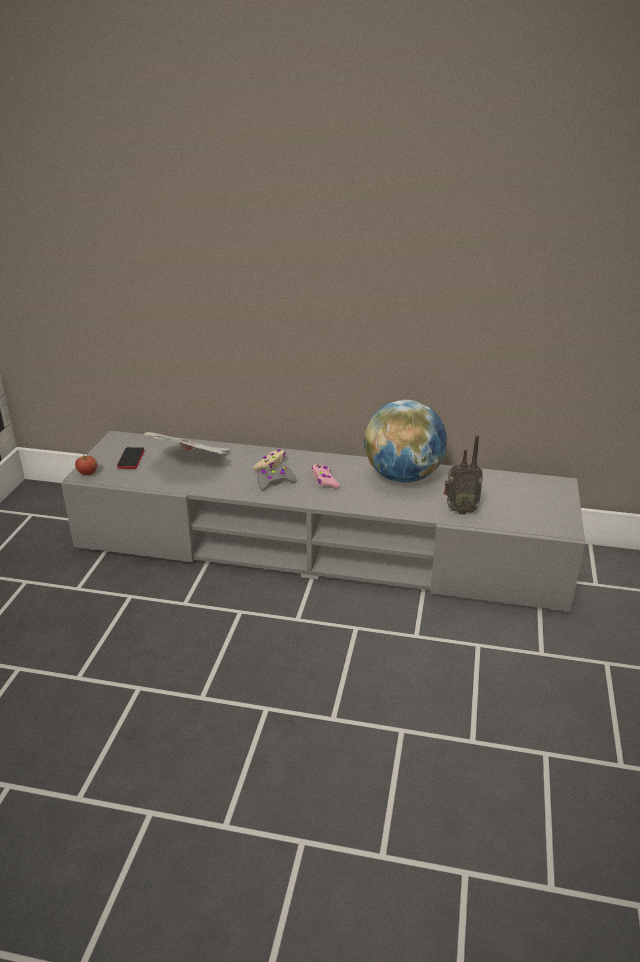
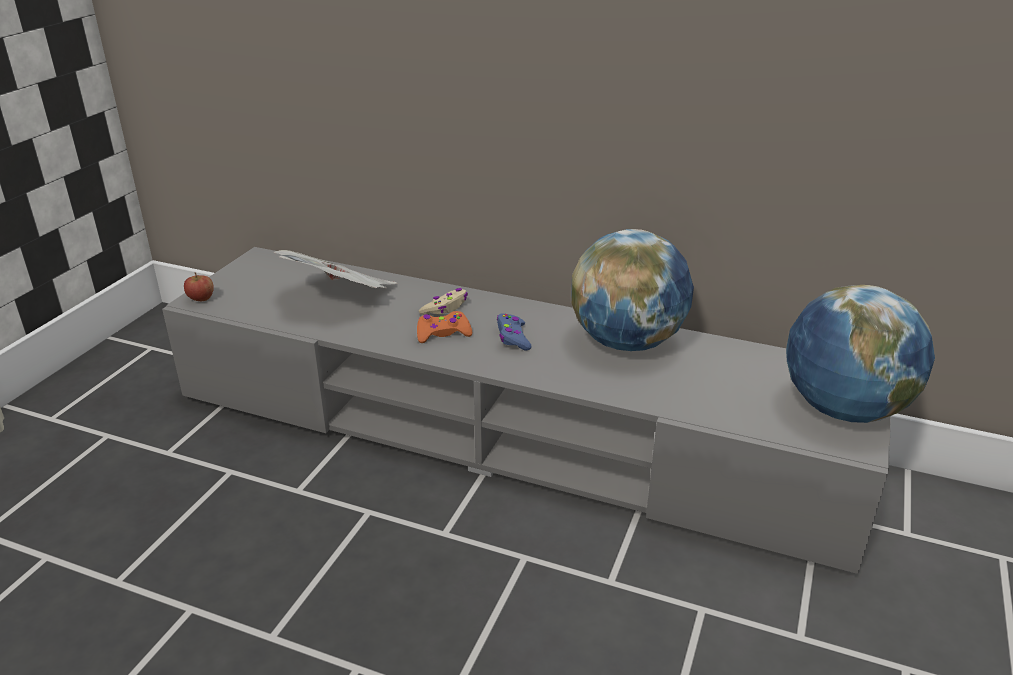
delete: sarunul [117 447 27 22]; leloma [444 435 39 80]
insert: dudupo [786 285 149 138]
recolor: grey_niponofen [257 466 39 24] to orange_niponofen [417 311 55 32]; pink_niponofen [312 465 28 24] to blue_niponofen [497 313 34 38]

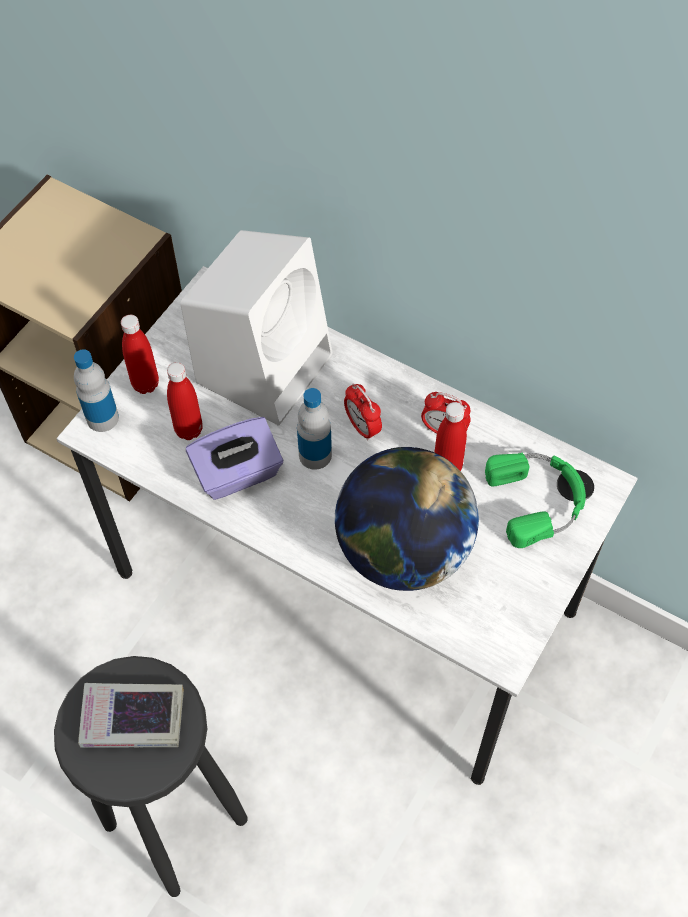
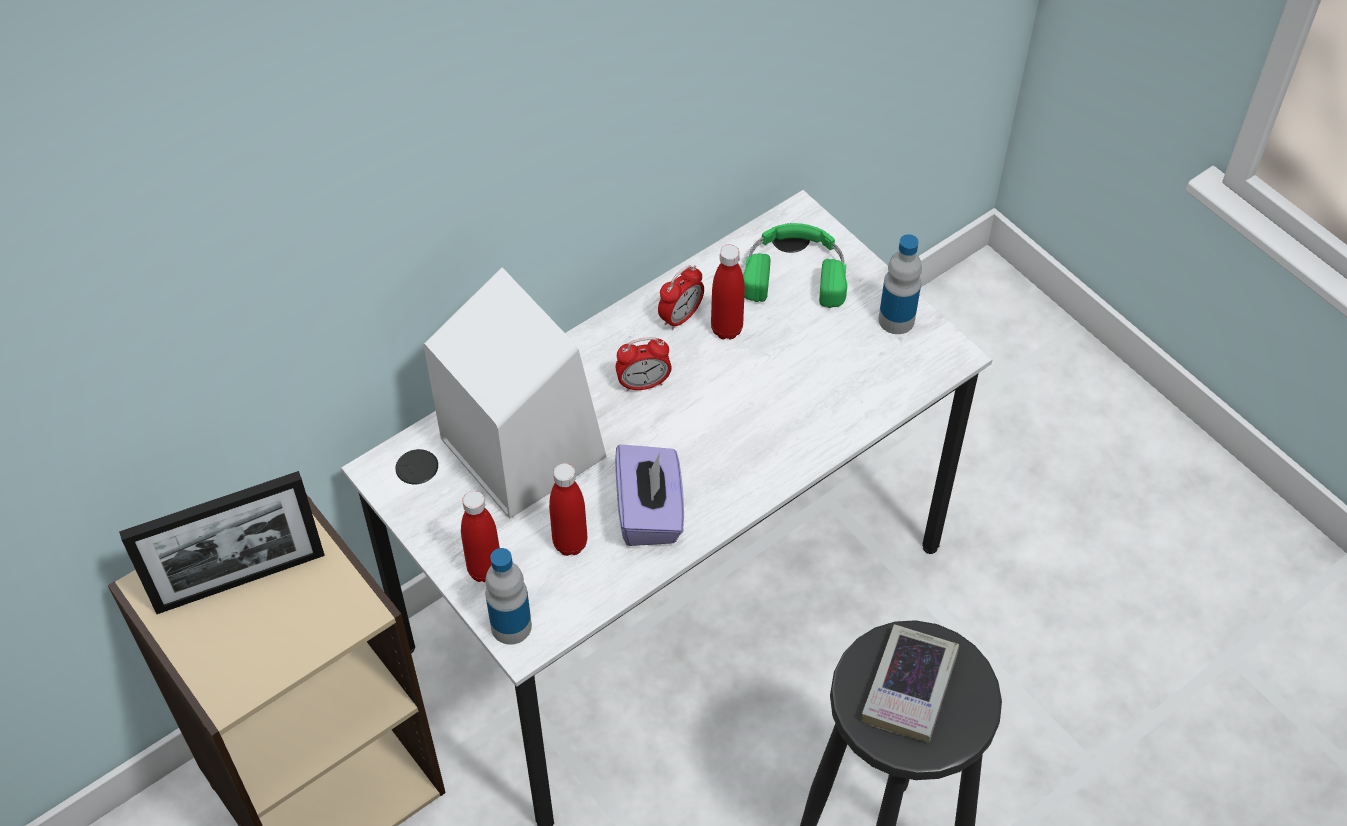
delete: dudupo [335 447 144 144]
insert: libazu [119 471 206 143]
move: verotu [297 388 35 82] to [879 234 43 100]

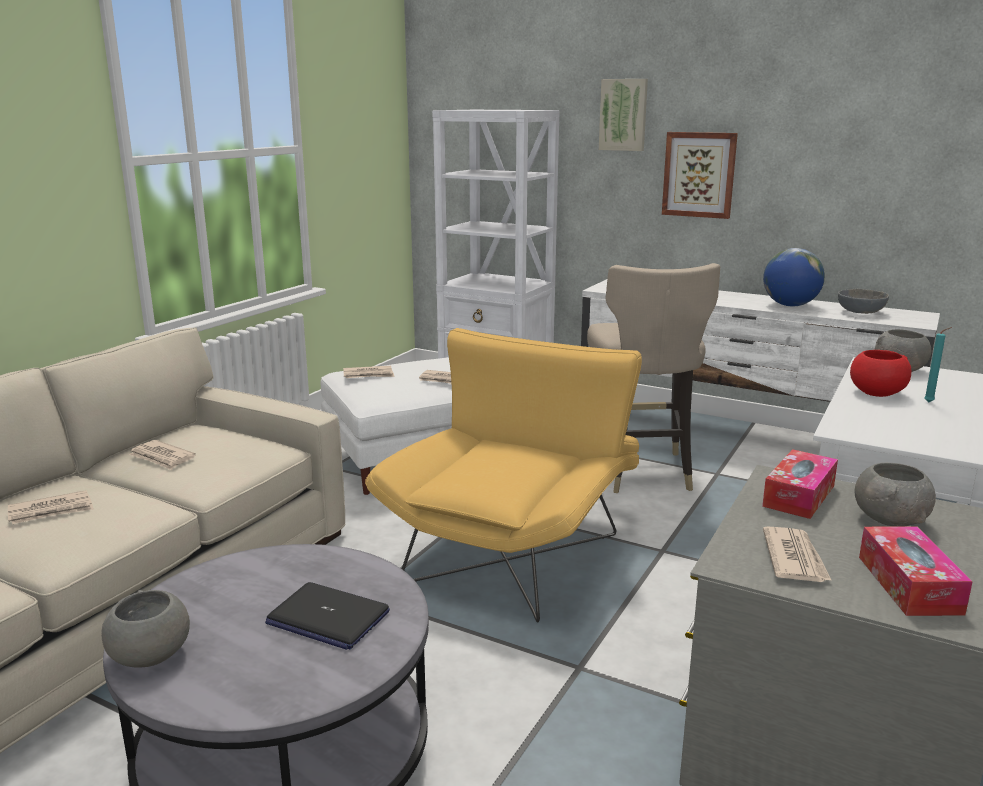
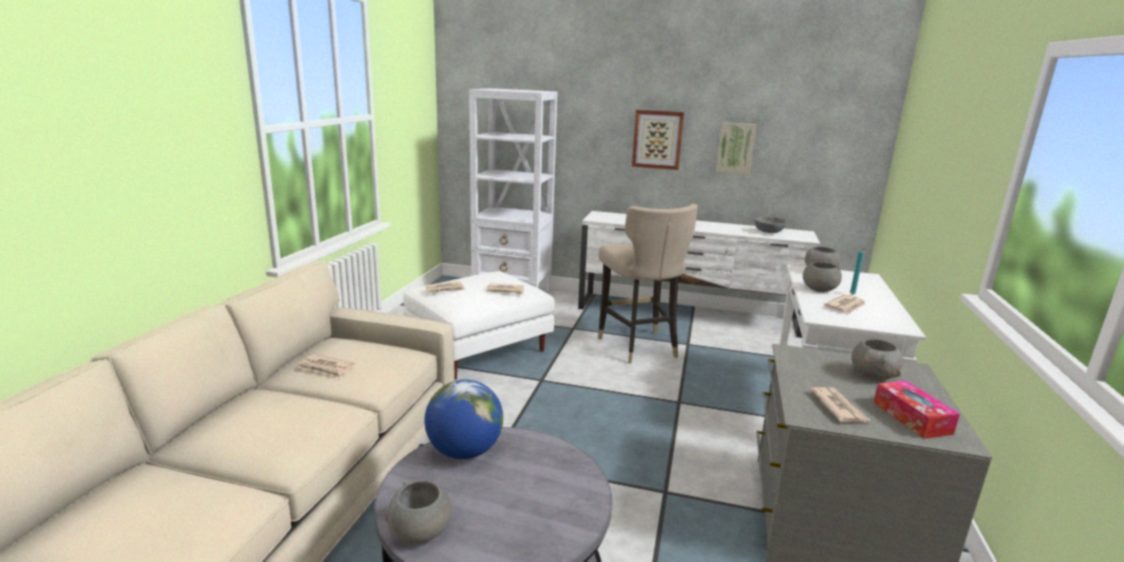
delete: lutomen [265 582 125 68]; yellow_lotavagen [365 328 277 294]; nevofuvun [762 449 76 70]
move: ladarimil [8 490 86 34] to [824 294 41 19]; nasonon [599 79 49 72] to [716 122 40 53]; dudupo [763 248 62 58] to [424 380 79 79]
recolor: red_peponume [850 350 62 47] to grey_peponume [803 262 39 30]

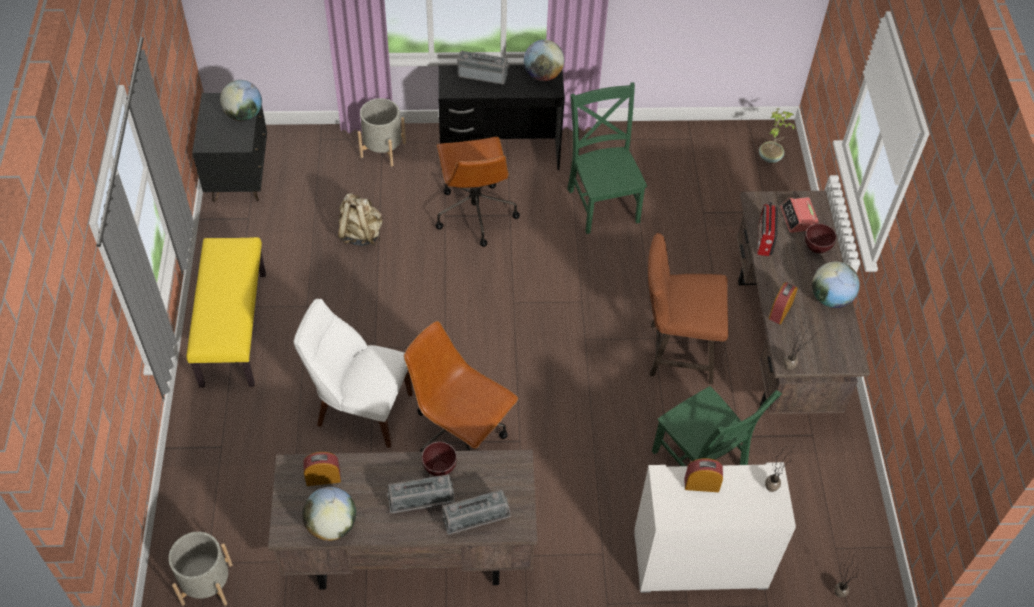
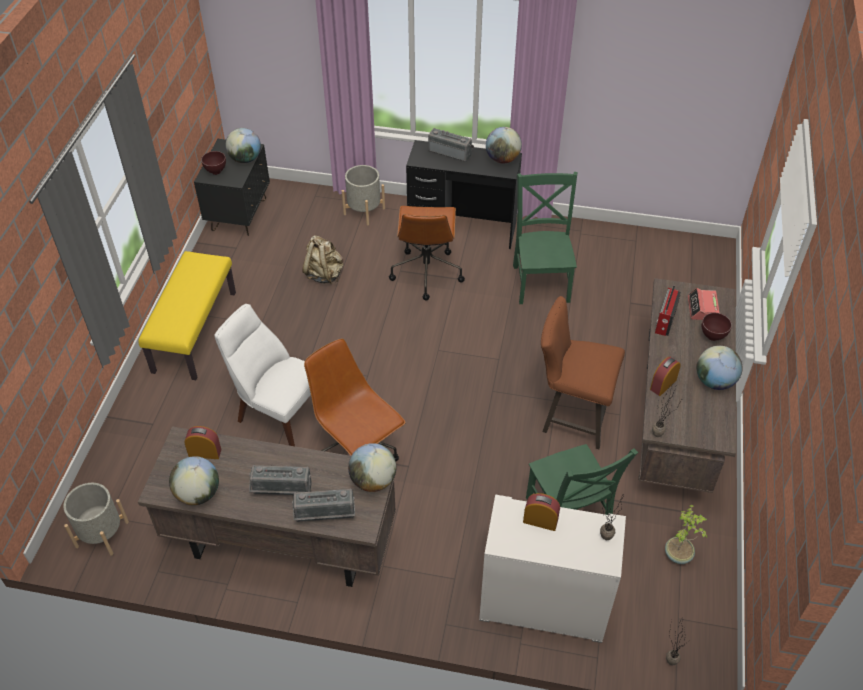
insert: dudupo [348 443 48 49]
move: brown_peponume [422 442 35 34] to [201 151 25 24]; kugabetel [759 108 37 55] to [665 505 42 59]

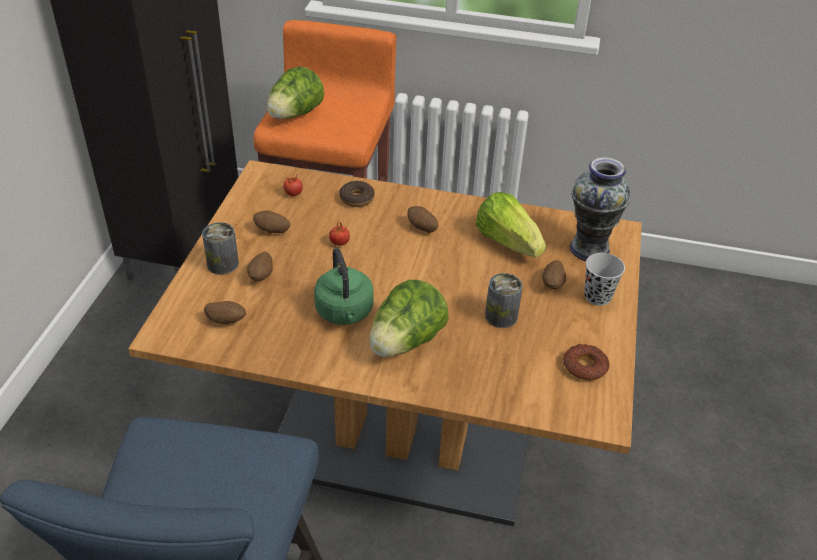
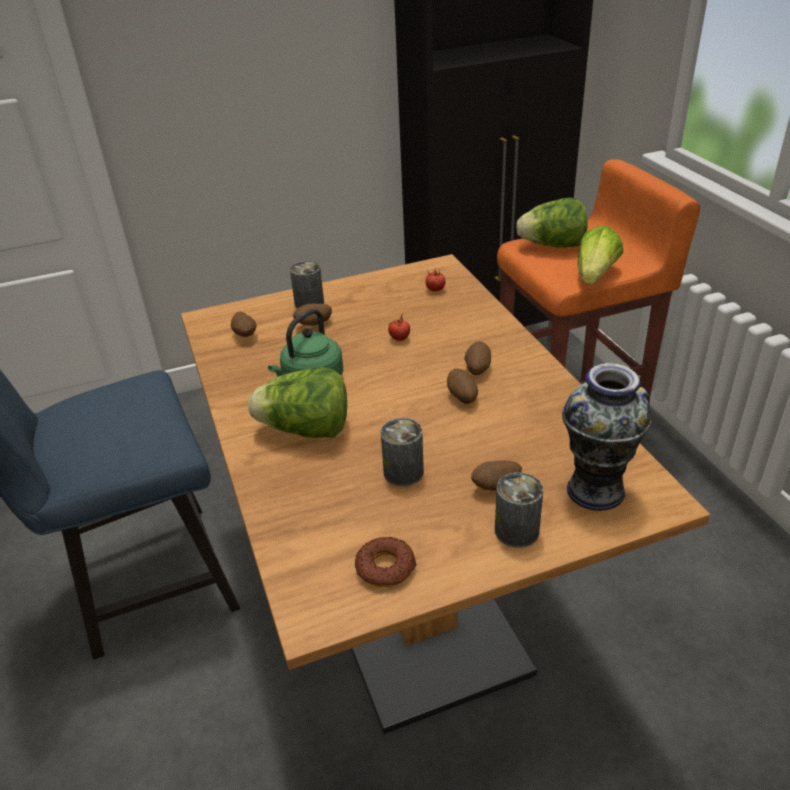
delete: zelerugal [339 181 36 26]
move: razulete [253 211 37 22] to [447 369 31 35]; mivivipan [475 192 71 65] to [578 226 45 58]
replace: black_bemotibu [584 253 41 53] to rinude [495 473 48 75]

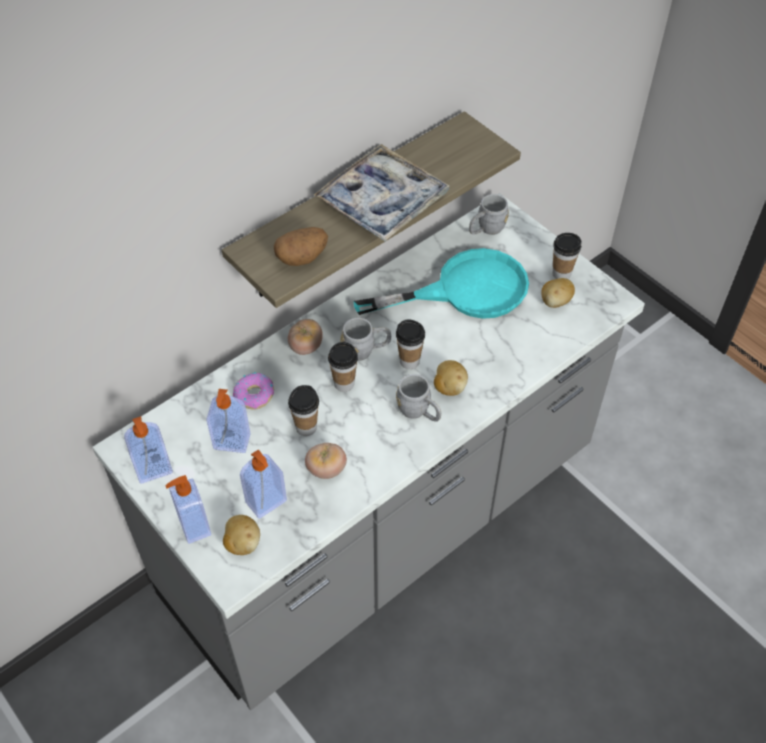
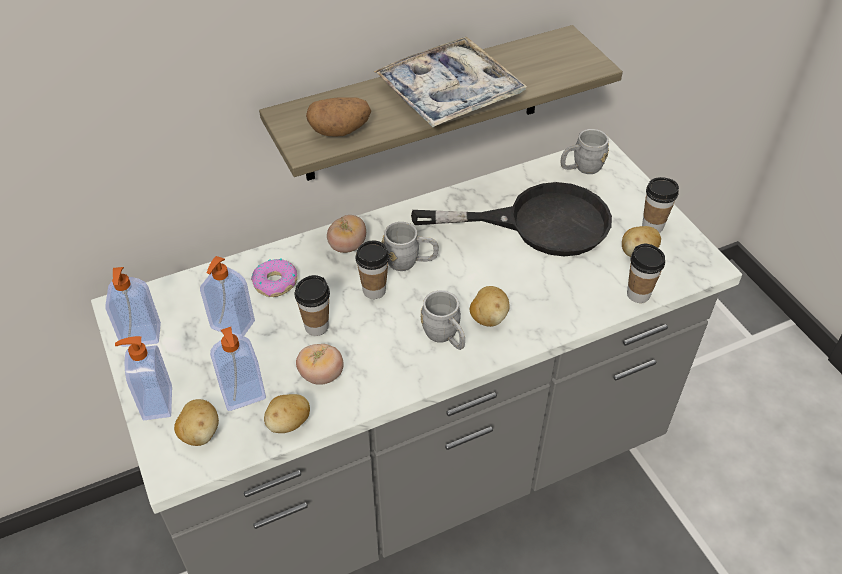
insert: razulete [264 394 46 39]
move: bemotibu [396 320 29 49] to [627 244 38 59]
recolor: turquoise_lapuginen [354 248 175 71] to black_lapuginen [411 182 201 74]

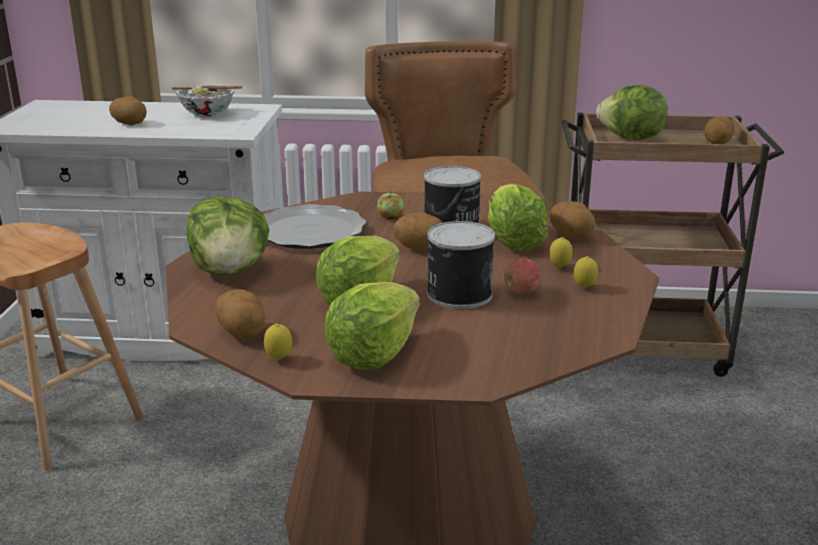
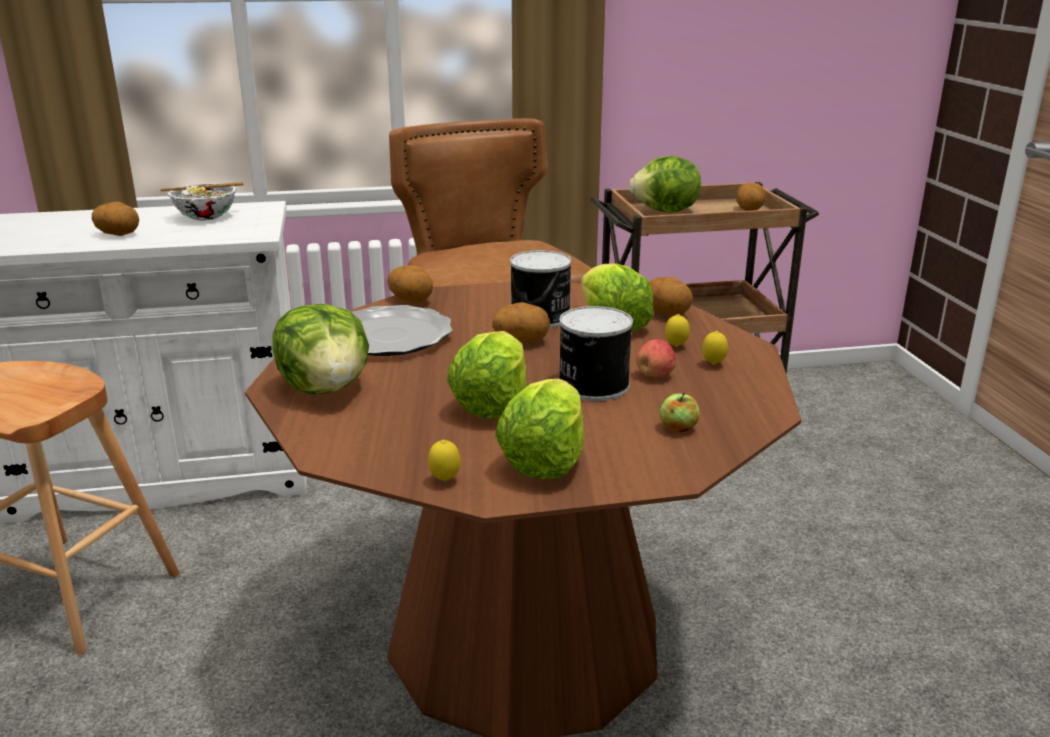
move: razulete [215 289 50 50] to [387 265 46 38]; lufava [377 191 27 29] to [660 392 39 40]

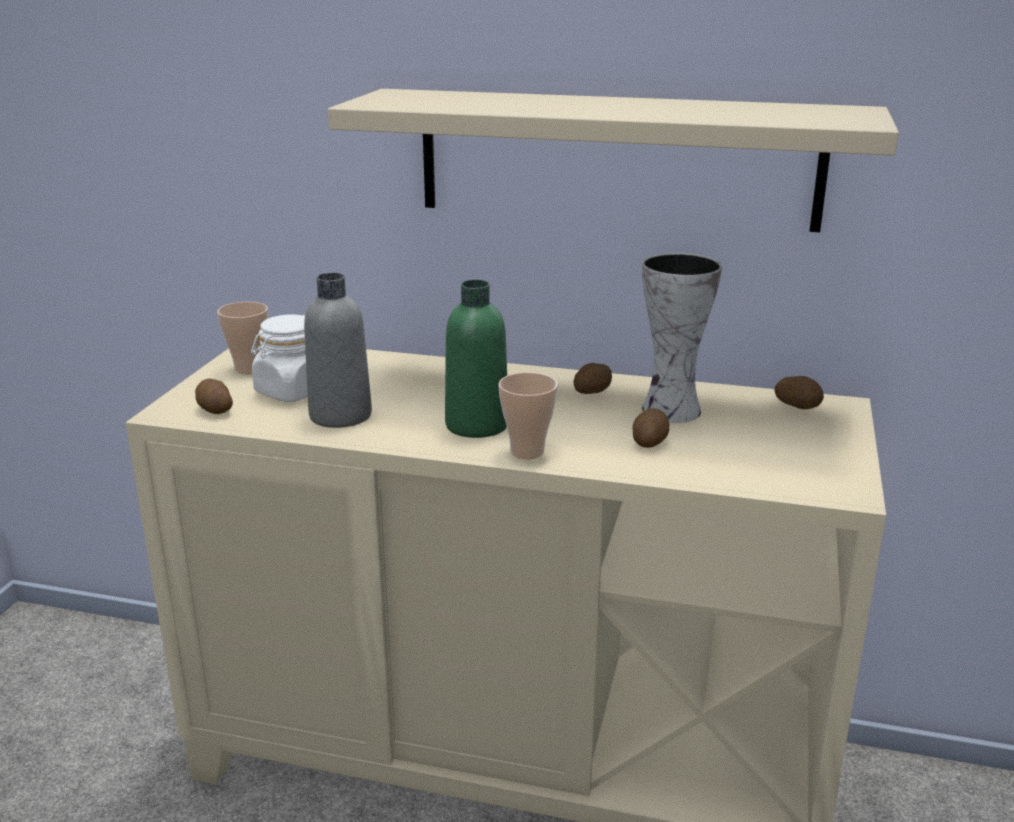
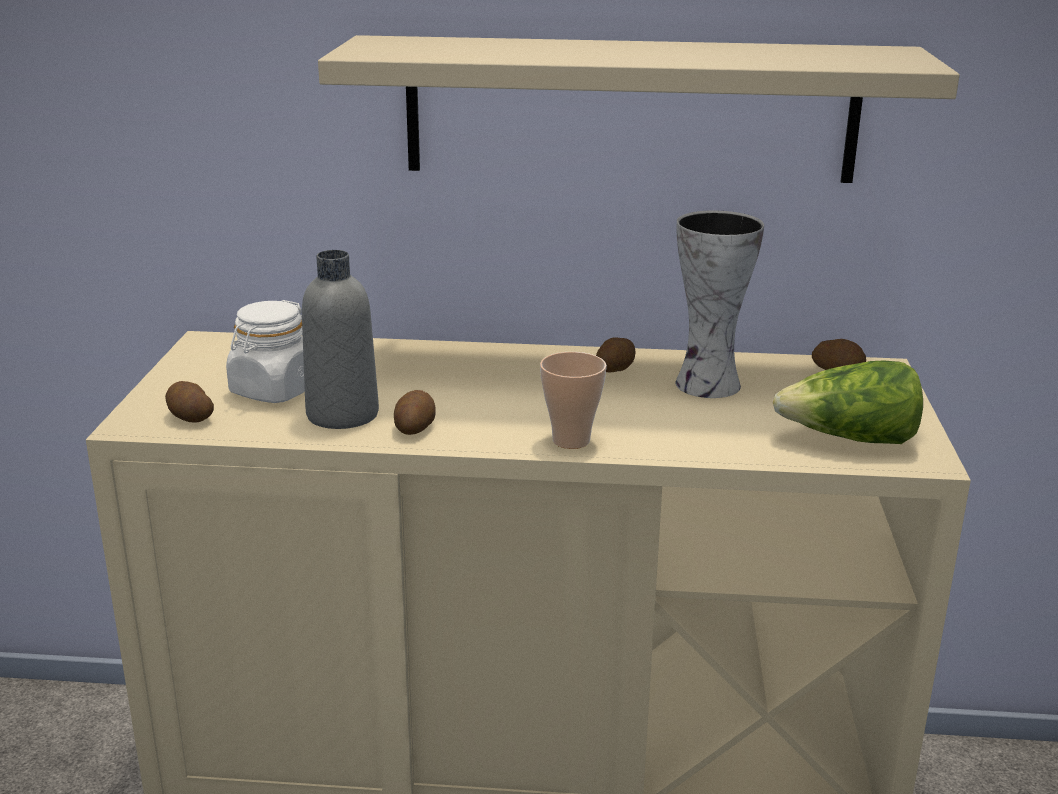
delete: bemotibu [217 302 51 72]; green_verotu [445 280 62 158]
insert: mivivipan [773 360 150 84]
move: razulete [632 408 37 40] to [394 390 42 45]

